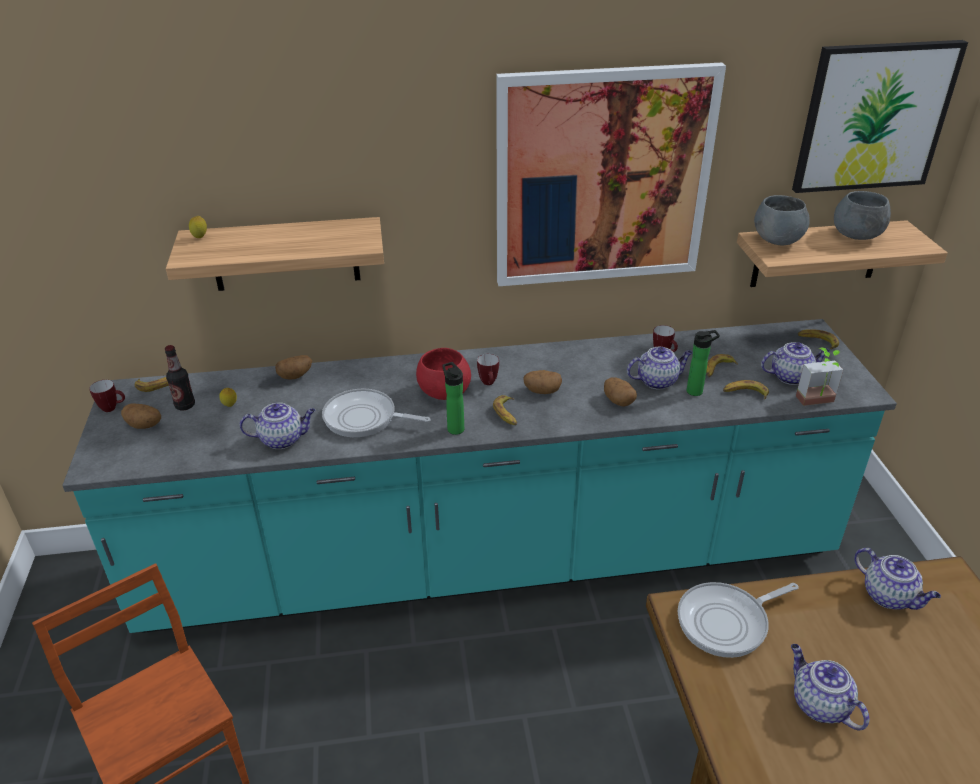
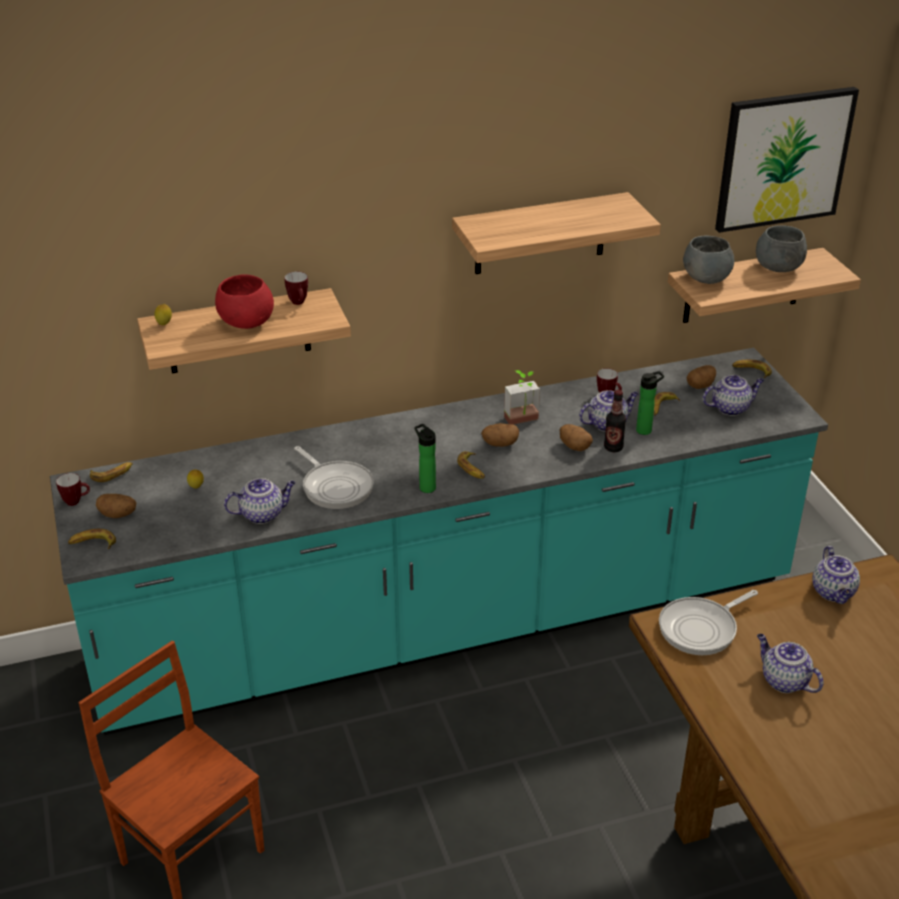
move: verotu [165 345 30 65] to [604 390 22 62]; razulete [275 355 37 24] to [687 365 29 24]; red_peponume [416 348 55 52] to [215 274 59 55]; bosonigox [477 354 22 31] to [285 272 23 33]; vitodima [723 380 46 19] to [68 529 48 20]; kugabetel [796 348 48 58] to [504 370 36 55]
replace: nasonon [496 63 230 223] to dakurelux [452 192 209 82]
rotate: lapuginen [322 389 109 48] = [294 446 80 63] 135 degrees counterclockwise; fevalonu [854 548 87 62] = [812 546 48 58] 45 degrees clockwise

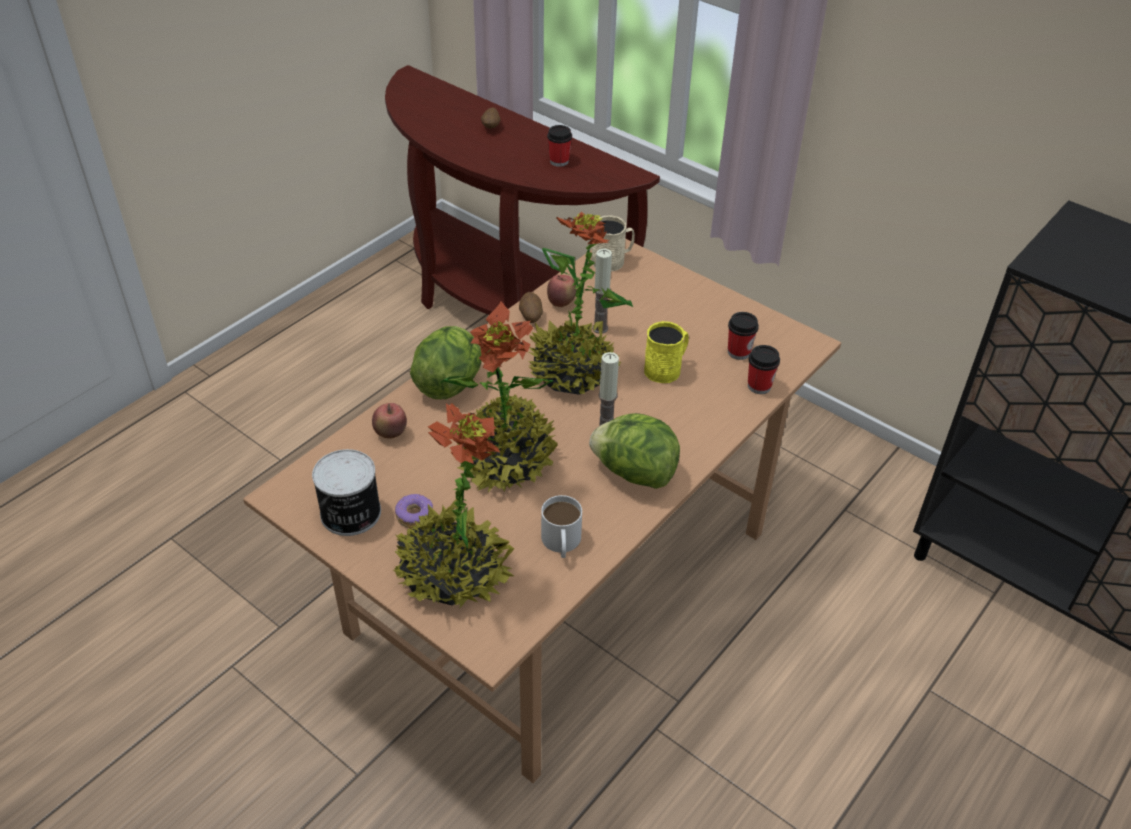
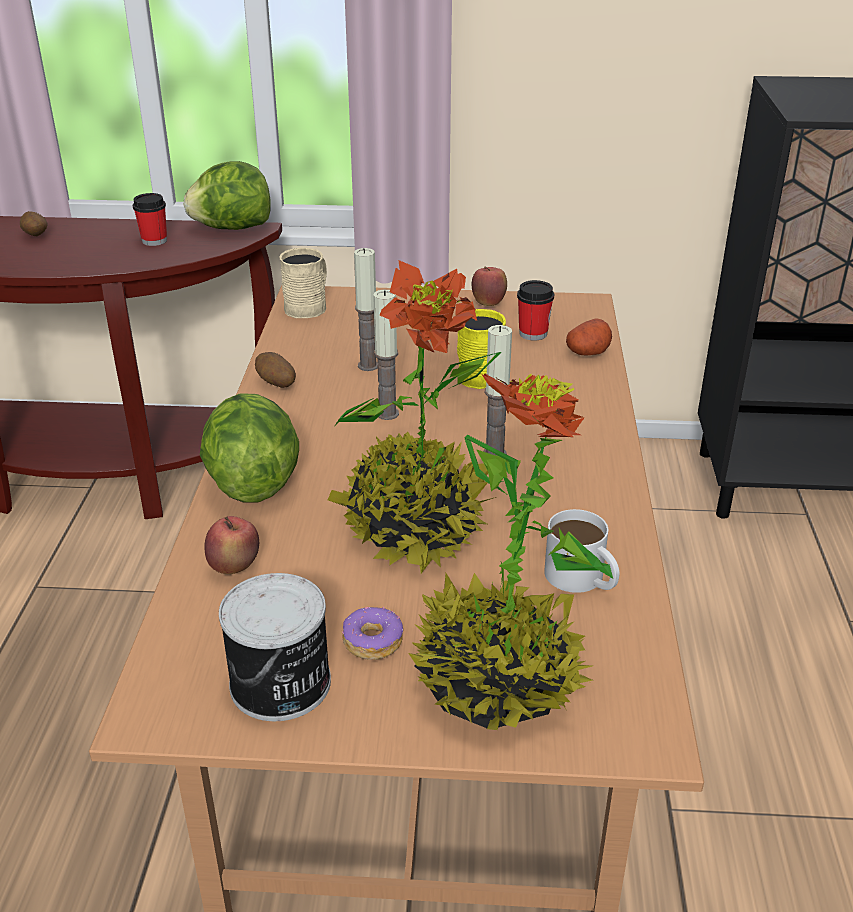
move: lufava [547 275 29 32] to [472 266 35 40]; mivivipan [589 413 91 76] to [184 161 87 69]
replace: kugabetel [527 212 106 183] to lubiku [373 290 26 130]; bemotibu [748 345 32 49] to razulete [566 318 46 37]

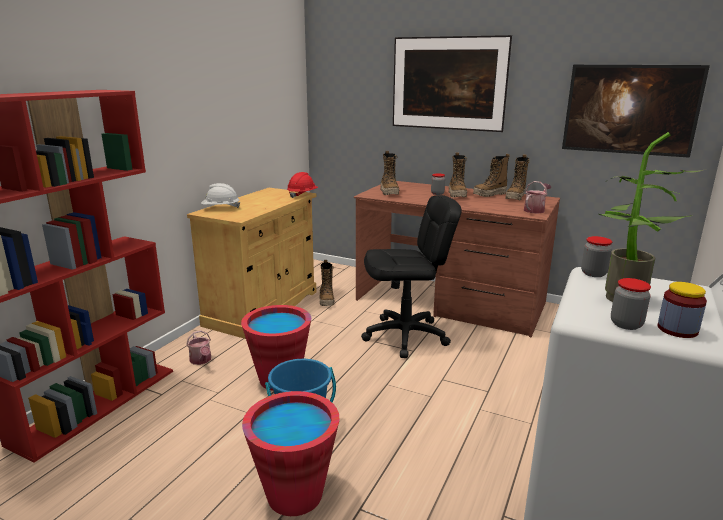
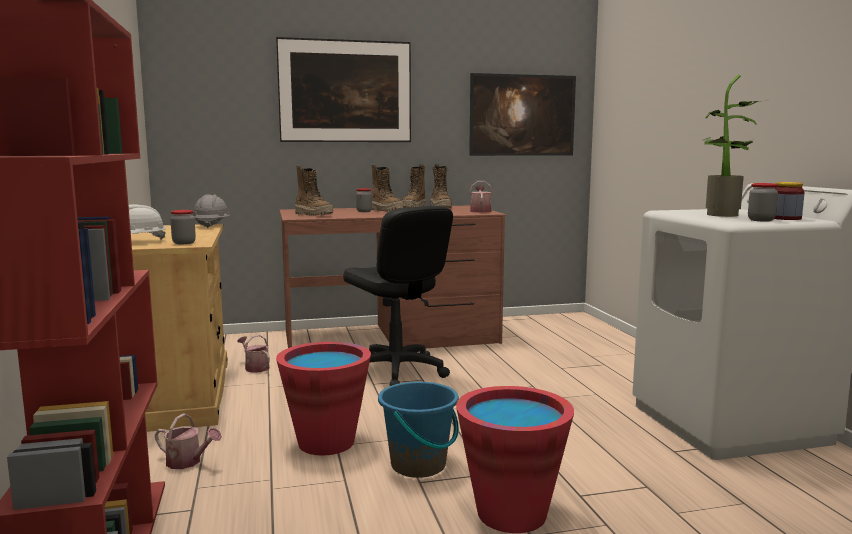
move: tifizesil [581 236 31 41] to [170 210 26 34]
replace: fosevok [319 260 16 46] to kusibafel [237 335 33 38]
recolor: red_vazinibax [287 172 31 26] to grey_vazinibax [193 194 37 34]
rotate: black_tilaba [361 195 100 163] = [343 206 110 180] 105 degrees clockwise

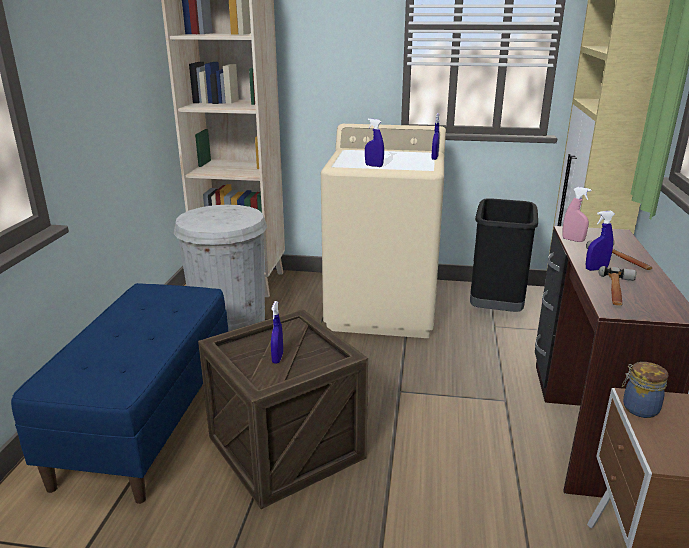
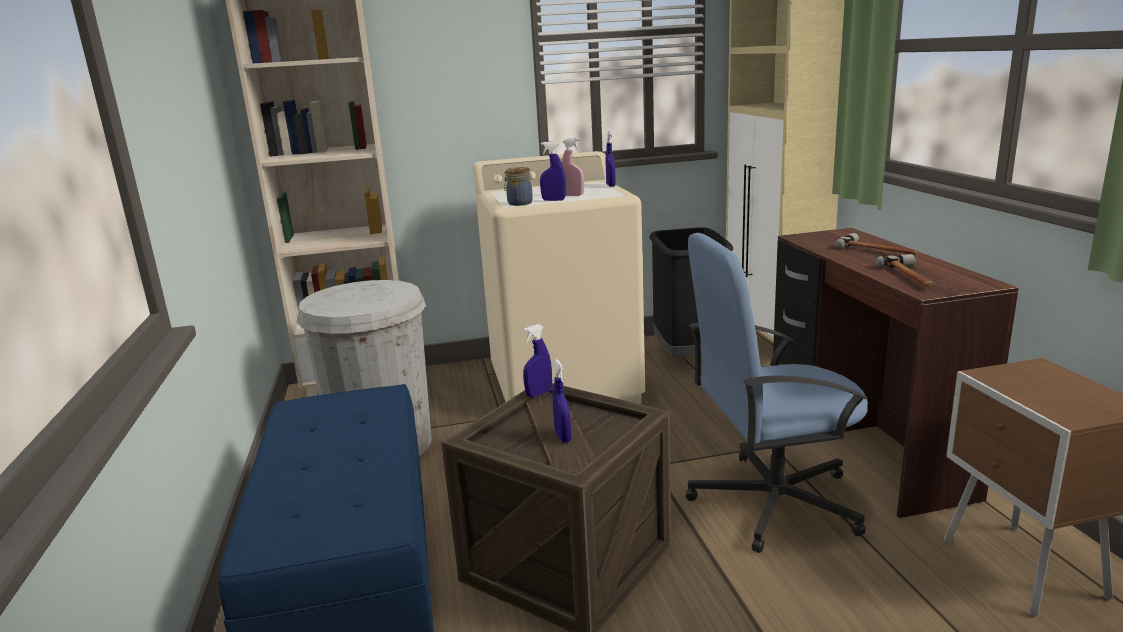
insert: blue_tilaba [685 233 183 320]
move: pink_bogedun [562 187 30 55] to [561 138 23 58]; blue_bogedun [586 211 29 60] to [523 324 29 73]; tifizesil [622 362 46 56] to [504 167 29 39]

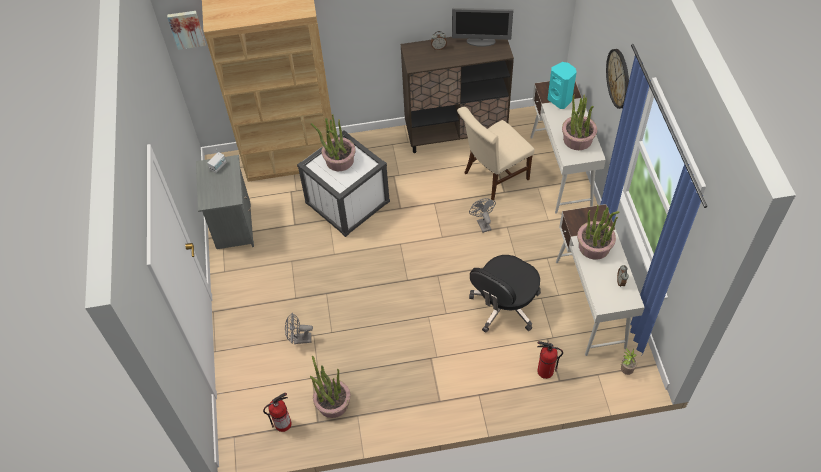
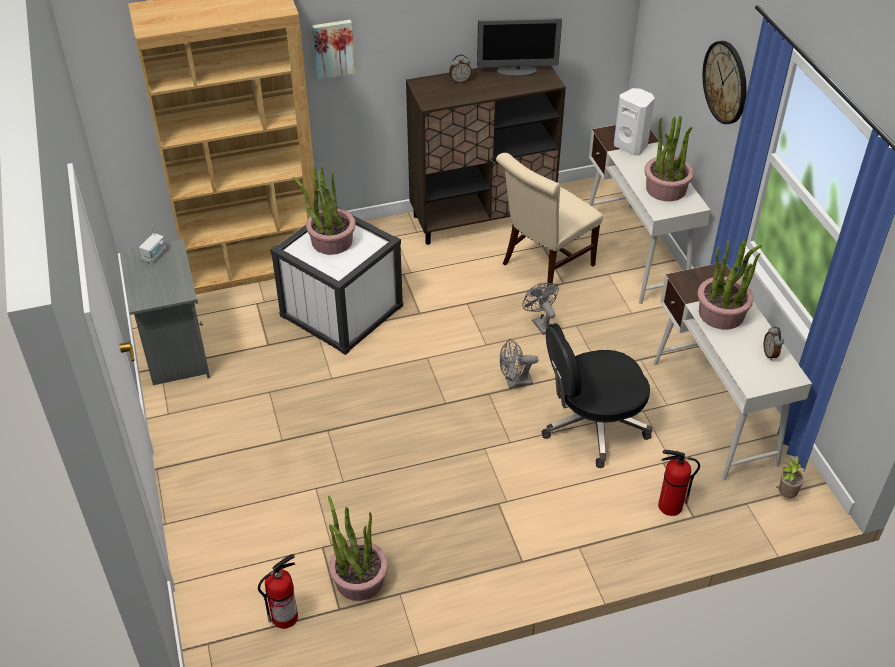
move: nasonon [167 11 39 39] to [312 20 43 60]; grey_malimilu [285 313 28 31] to [499 339 40 49]
recolor: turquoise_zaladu [548 62 29 47] to white_zaladu [614 88 41 68]
rotate: black_tilaba [469 255 72 78] = [542 323 110 145] 45 degrees clockwise

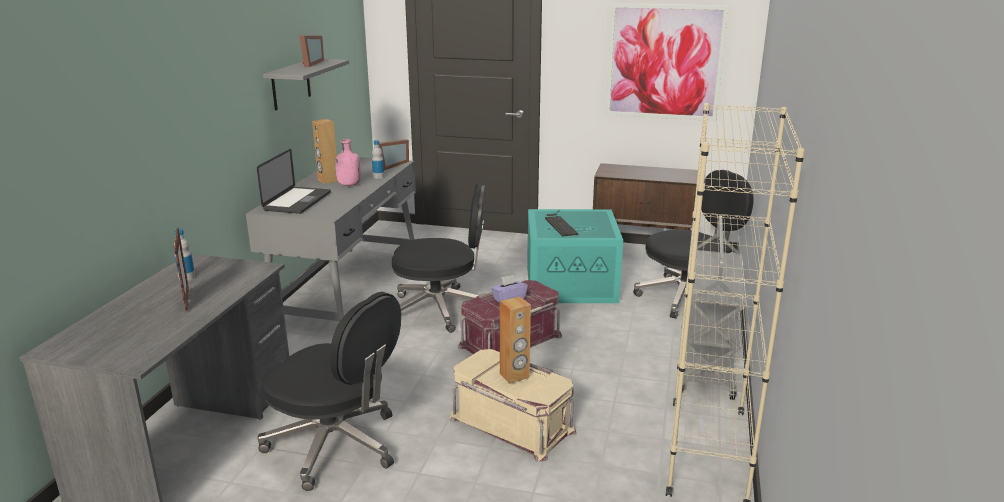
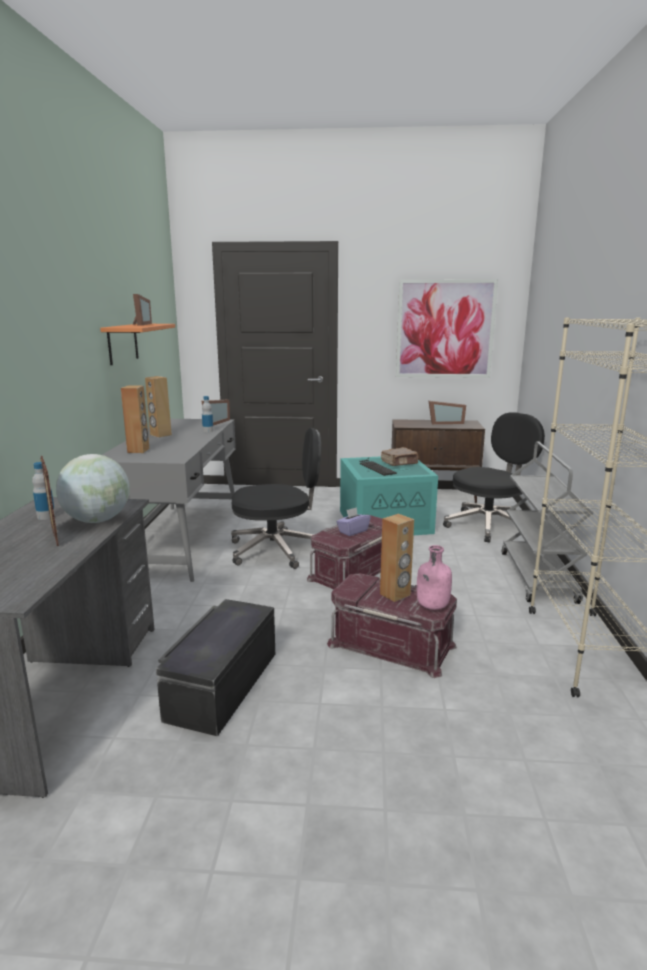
insert: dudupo [56 454 74 69]; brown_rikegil [381 447 38 19]; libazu [429 401 37 23]
move: pink_verotu [335 139 26 47] to [417 545 35 65]
replace: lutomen [257 149 74 65] to brown_zaladu [121 386 28 67]; black_tilaba [257 292 144 199] to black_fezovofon [156 599 119 137]
recolor: grey_dakurelux [263 59 86 51] to orange_dakurelux [100 324 75 41]; beige_fezovofon [450 349 126 113] to red_fezovofon [327 573 130 105]

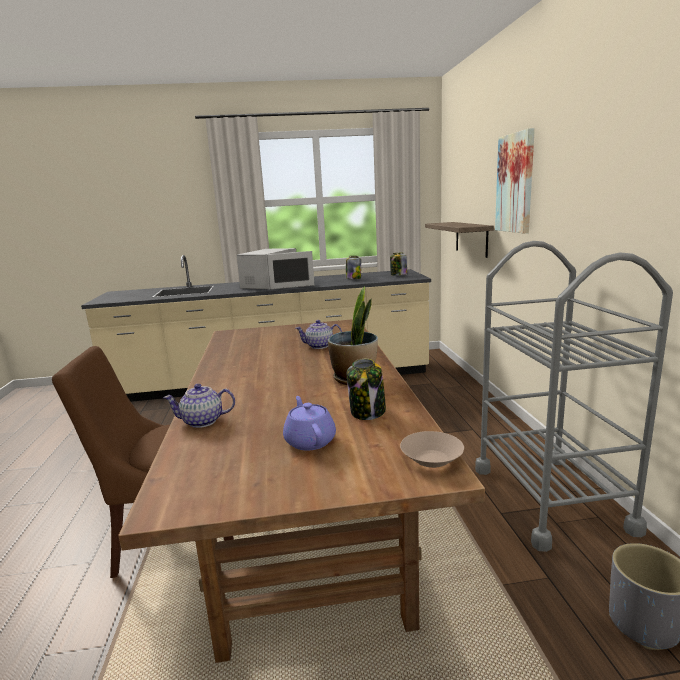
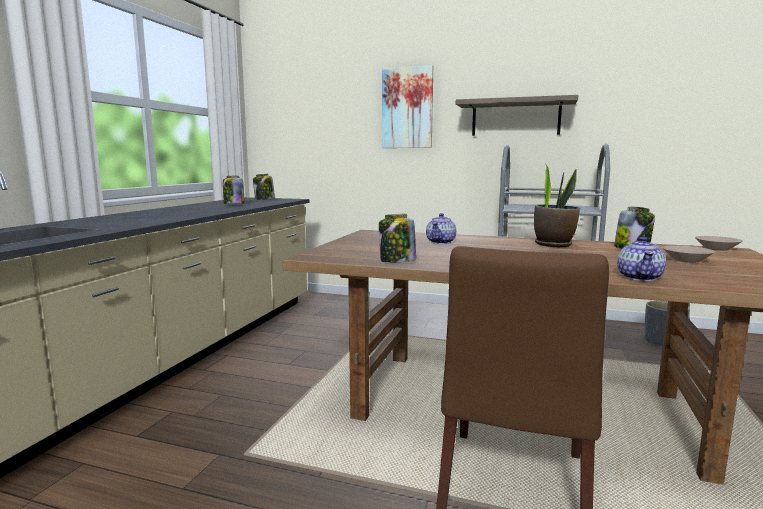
delete: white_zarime [237 248 77 41]
insert: tifizesil [379 214 37 49]
move: dakurelux [425 222 69 36] to [456 95 122 41]
replace: purple_fevalonu [283 396 53 55] to beige_peponume [662 245 53 18]

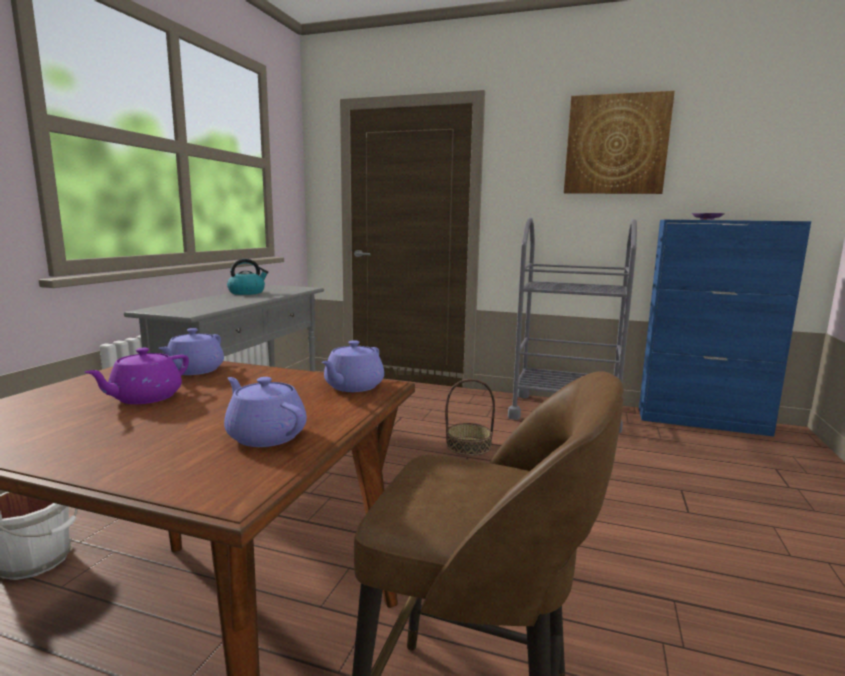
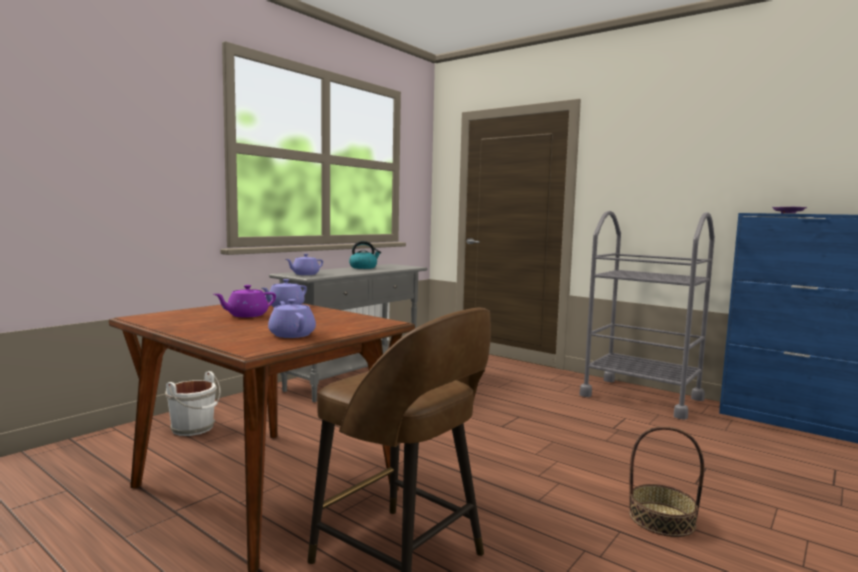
delete: nasonon [564 91 111 103]
move: purple_fevalonu [322 340 62 52] to [286 254 37 21]; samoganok [445 379 50 77] to [629 426 75 111]

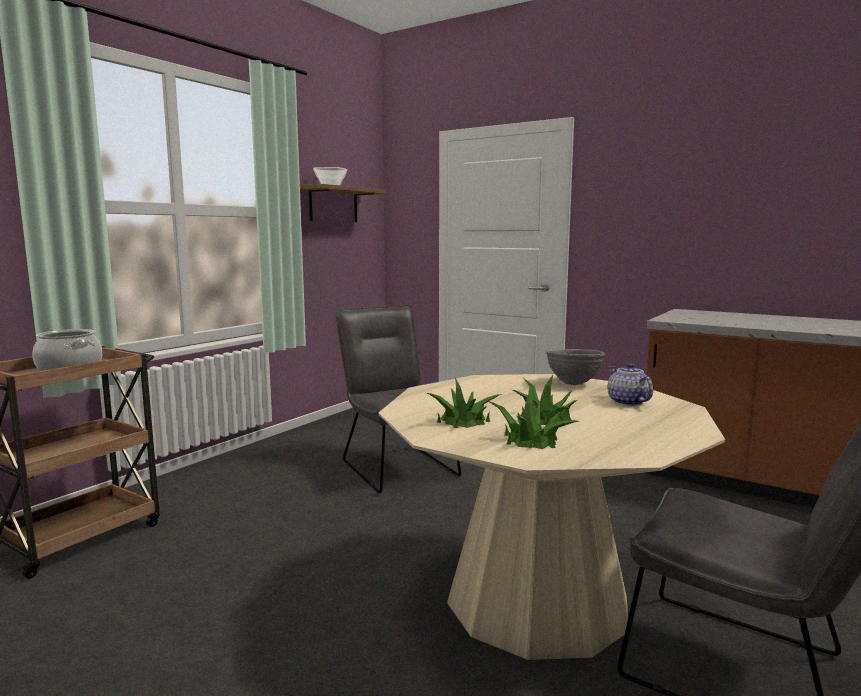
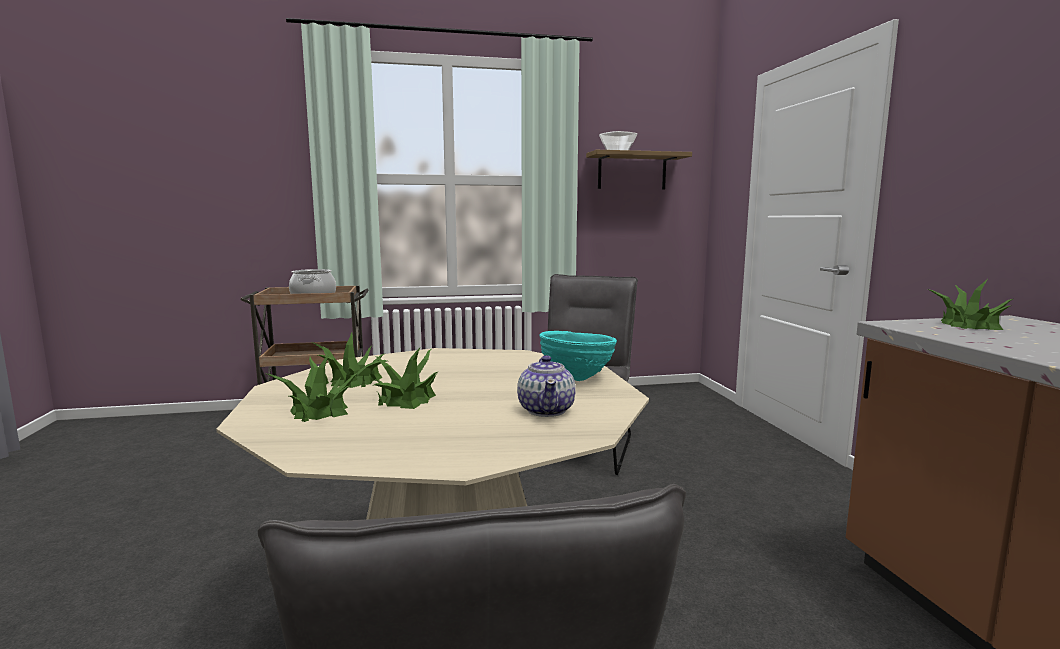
insert: kugabetel [928 280 85 50]
recolor: grey_peponume [546 349 59 36] to turquoise_peponume [540 331 77 50]
rotate: fevalonu [608 363 46 43] = [517 355 59 62] 150 degrees clockwise

